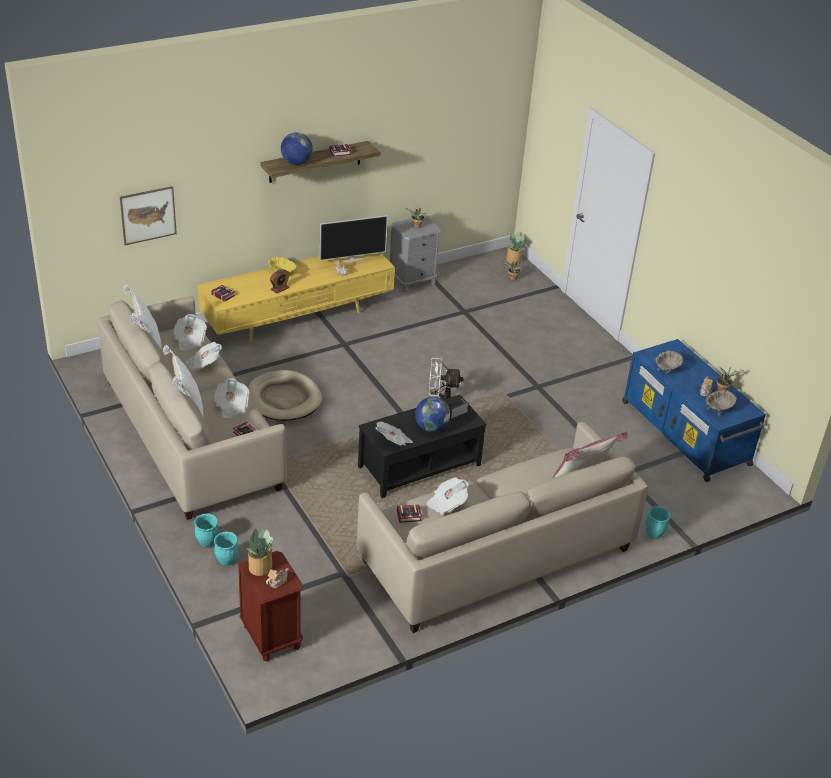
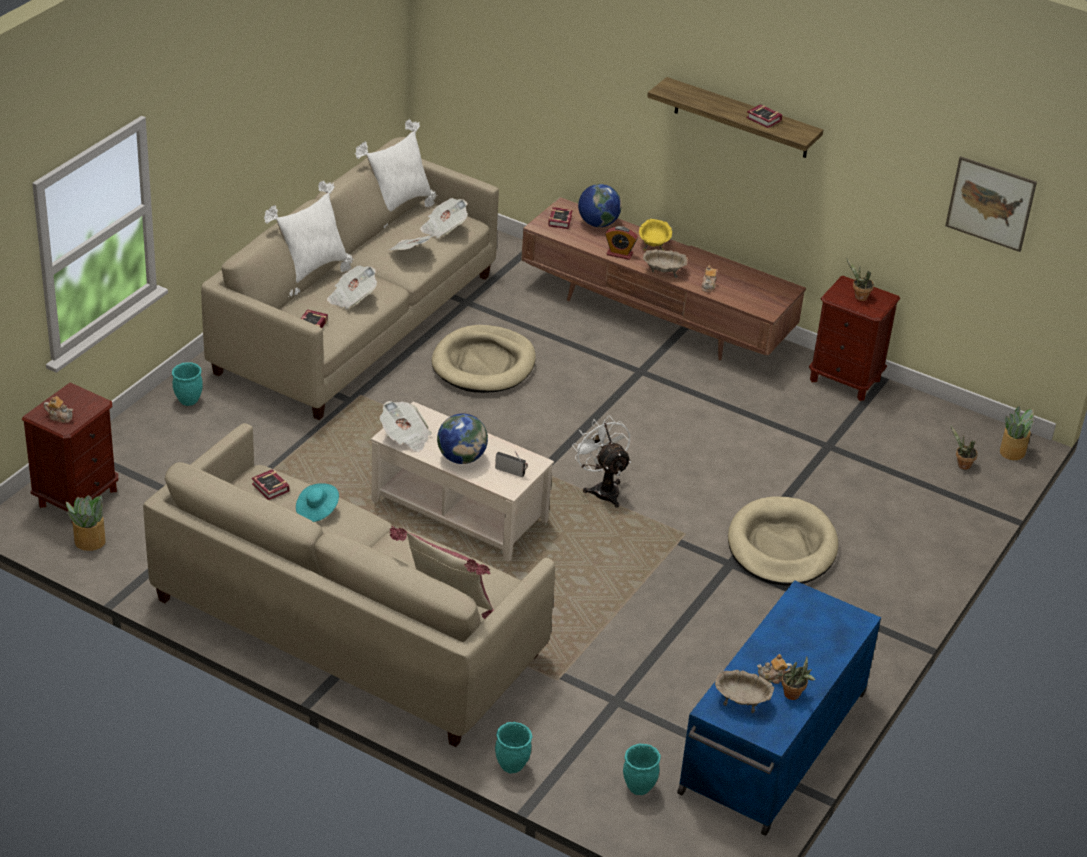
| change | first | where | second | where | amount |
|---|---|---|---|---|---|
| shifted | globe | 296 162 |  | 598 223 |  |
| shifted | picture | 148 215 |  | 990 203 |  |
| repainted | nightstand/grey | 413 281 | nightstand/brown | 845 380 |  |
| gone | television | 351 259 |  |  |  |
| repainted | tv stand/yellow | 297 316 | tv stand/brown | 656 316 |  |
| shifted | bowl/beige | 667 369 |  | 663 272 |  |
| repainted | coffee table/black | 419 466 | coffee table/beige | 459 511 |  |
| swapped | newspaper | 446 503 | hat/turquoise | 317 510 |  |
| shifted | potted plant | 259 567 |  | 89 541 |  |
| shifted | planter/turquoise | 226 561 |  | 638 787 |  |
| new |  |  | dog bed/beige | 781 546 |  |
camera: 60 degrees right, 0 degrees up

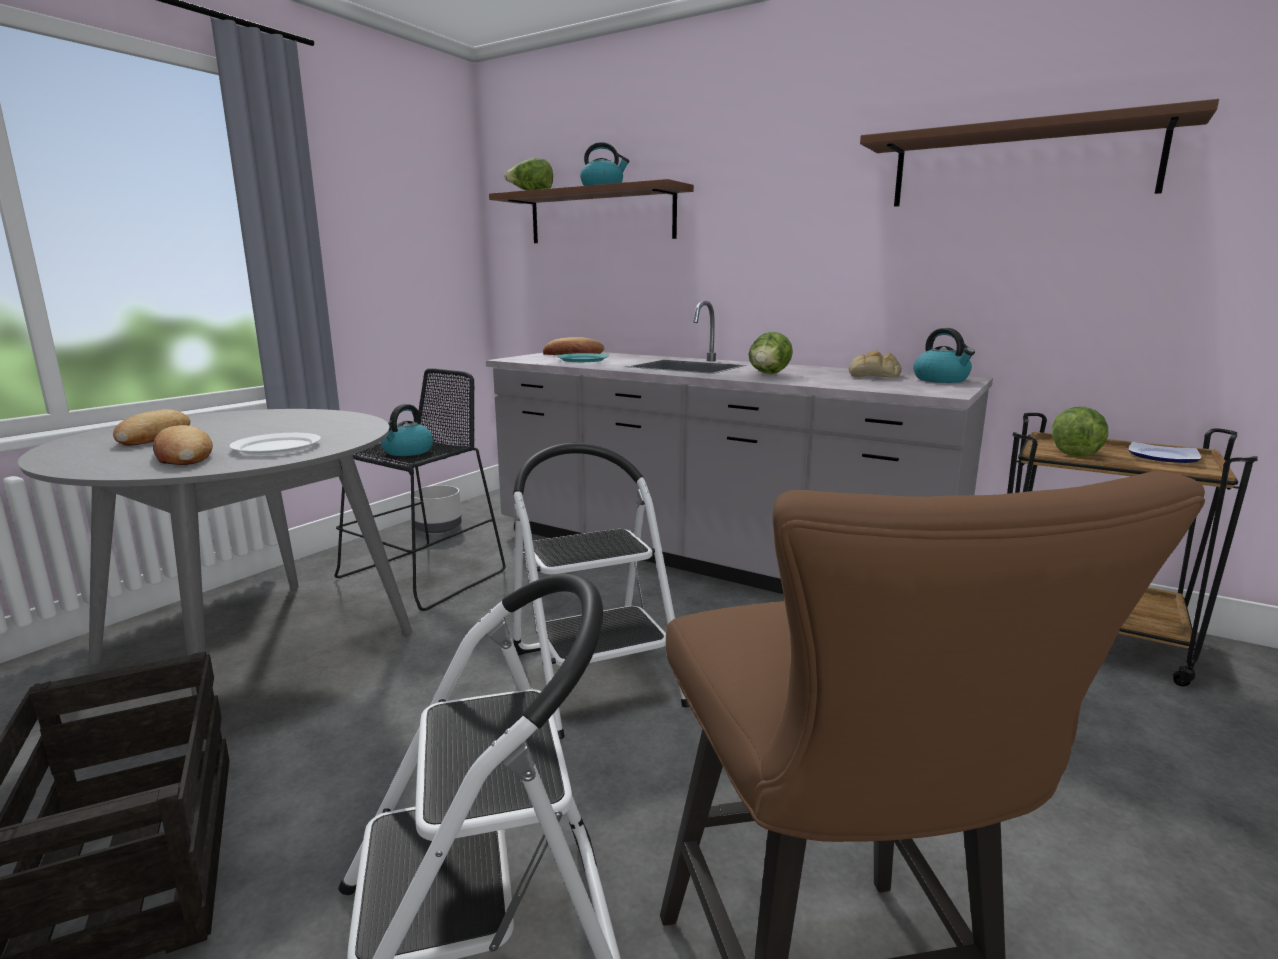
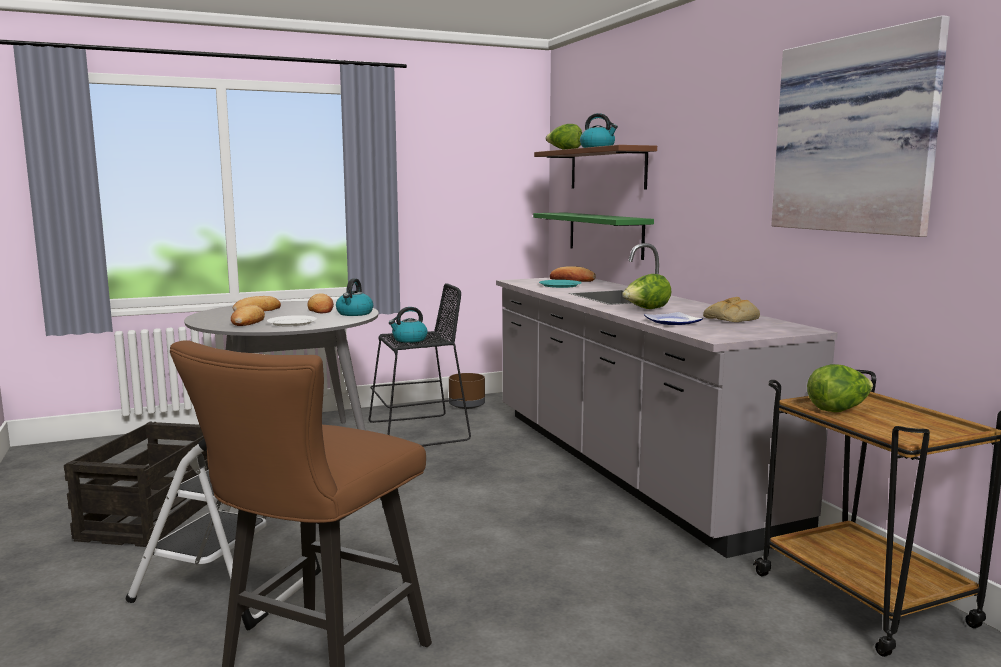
| change | first | where | second | where | amount |
|---|---|---|---|---|---|
| swapped | shelf/brown | 1021 166 | picture | 857 135 |  |
| shifted | kettle | 941 380 |  | 354 313 |  |
| shifted | plate | 1161 457 |  | 671 322 |  |
| gone | step ladder | 595 675 |  |  |  |
| repainted | planter/grey | 437 528 | planter/brown | 466 405 |  |
| new |  |  | shelf/green | 605 234 |  |
| new |  |  | bread | 321 309 |  |
camera: 35 degrees right, 5 degrees down

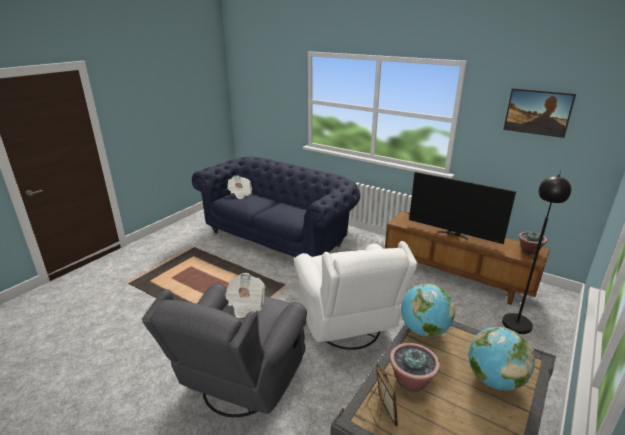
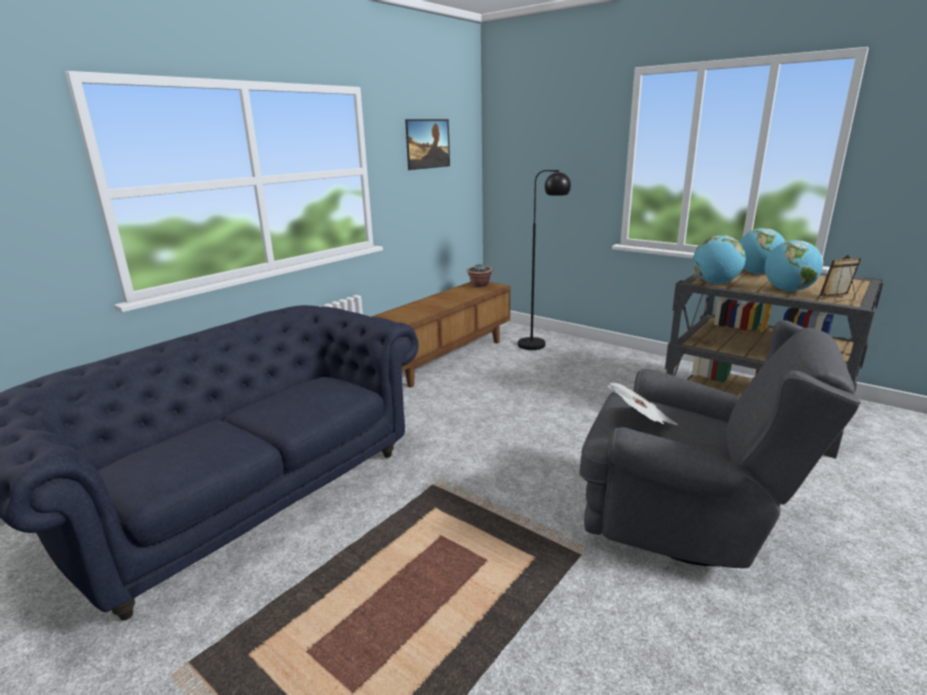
| change | first | where | second | where | amount |
|---|---|---|---|---|---|
| gone | television | 453 234 |  |  |  |
| gone | newspaper | 240 193 |  |  |  |
| gone | armchair/white | 348 326 |  |  |  |
| swapped | potted plant | 411 381 | globe | 788 290 |  |
camera: 85 degrees left, 5 degrees down

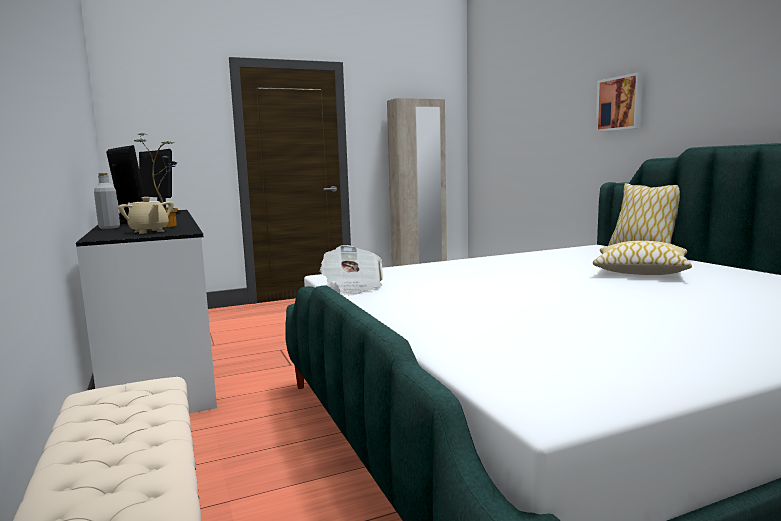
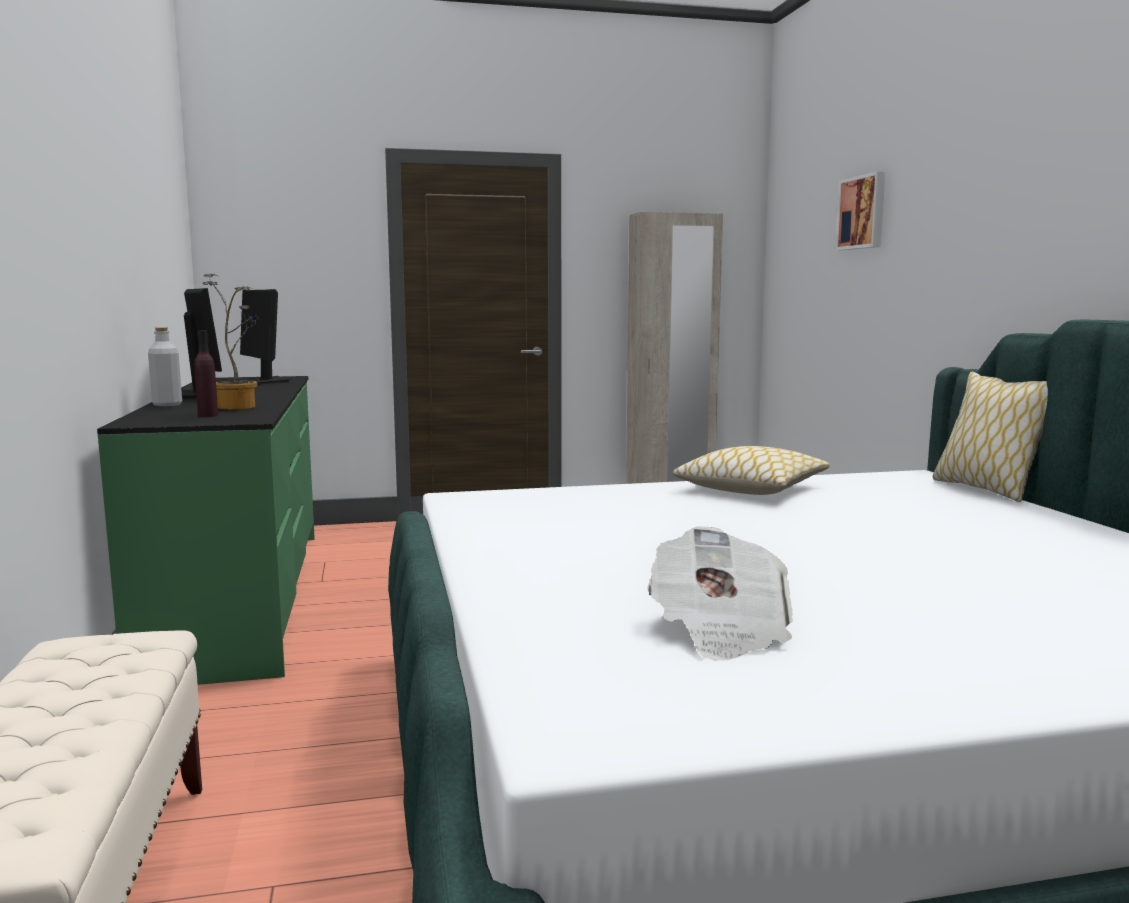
| change | first | where | second | where | amount |
|---|---|---|---|---|---|
| shifted | picture | 620 103 |  | 863 212 |  |
| swapped | teapot/beige | 149 231 | bottle/purple | 208 416 |  |
| repainted | dresser/white | 162 359 | dresser/green | 242 596 |  |
| shifted | pillow | 640 271 |  | 750 488 |  |
| shifted | newspaper | 353 287 |  | 719 630 |  |
camera: 10 degrees right, 0 degrees up

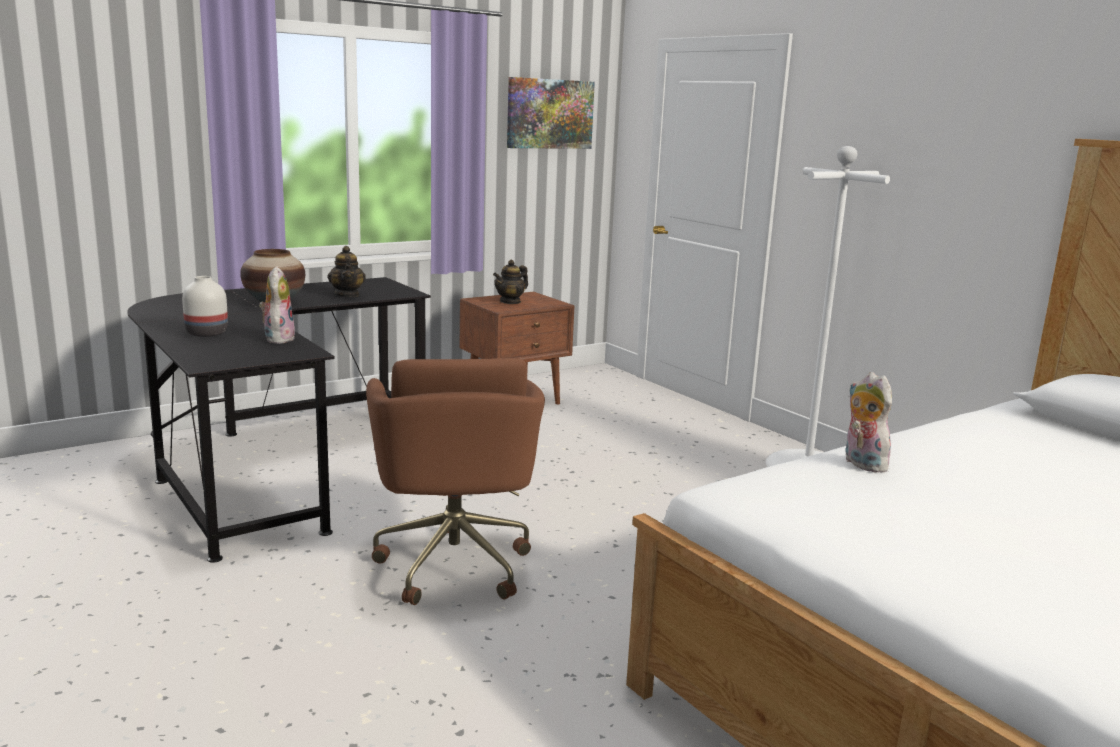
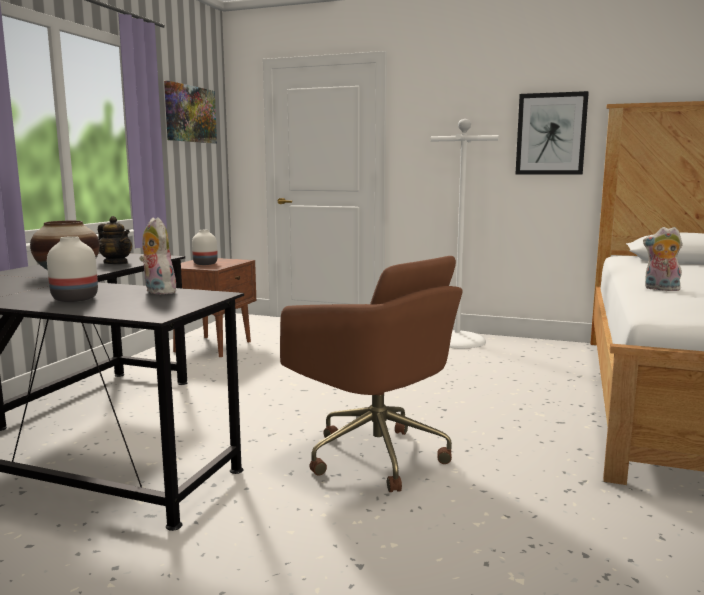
| change | first | where | second | where | amount |
|---|---|---|---|---|---|
| swapped | teapot | 510 302 | vase/white | 206 263 |  |
| new |  |  | picture | 551 134 |  |
camera: 35 degrees left, 5 degrees down

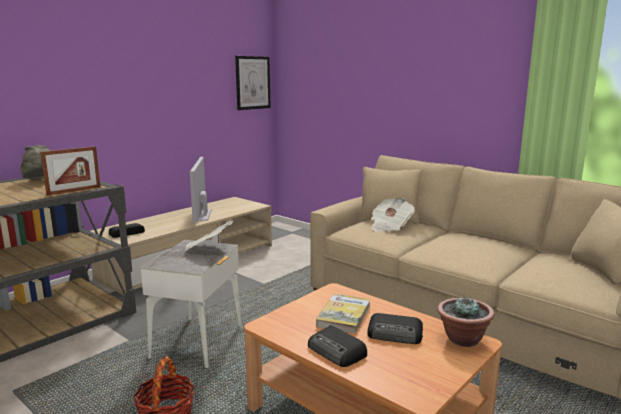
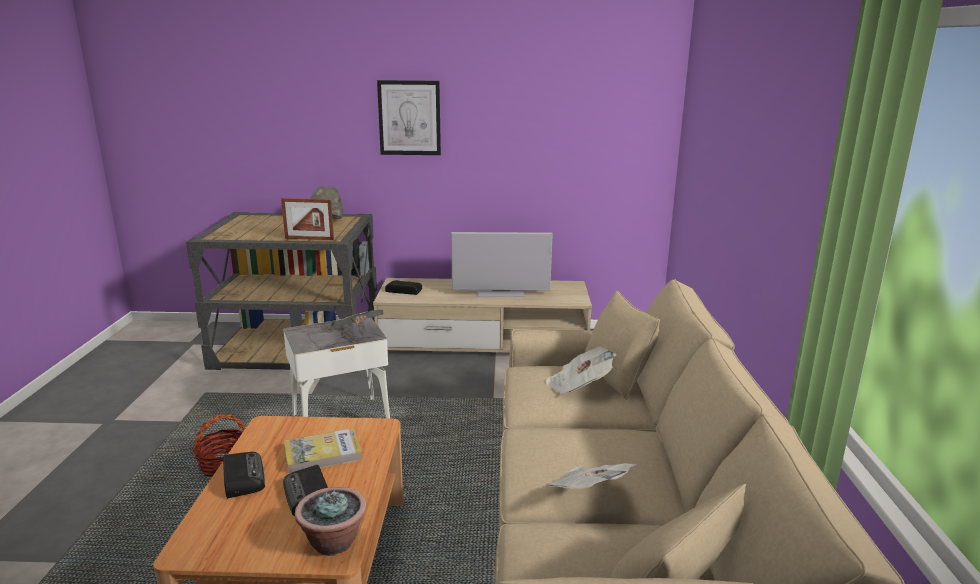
| change | first | where | second | where | amount |
|---|---|---|---|---|---|
| shifted | picture | 252 83 |  | 409 118 |  |
| rotated | television | 202 215 |  | 501 293 | 135 degrees counterclockwise |
| rotated | radio | 337 351 |  | 243 477 | 150 degrees clockwise |
| new |  |  | newspaper | 588 494 |  |
camera: 50 degrees right, 5 degrees up

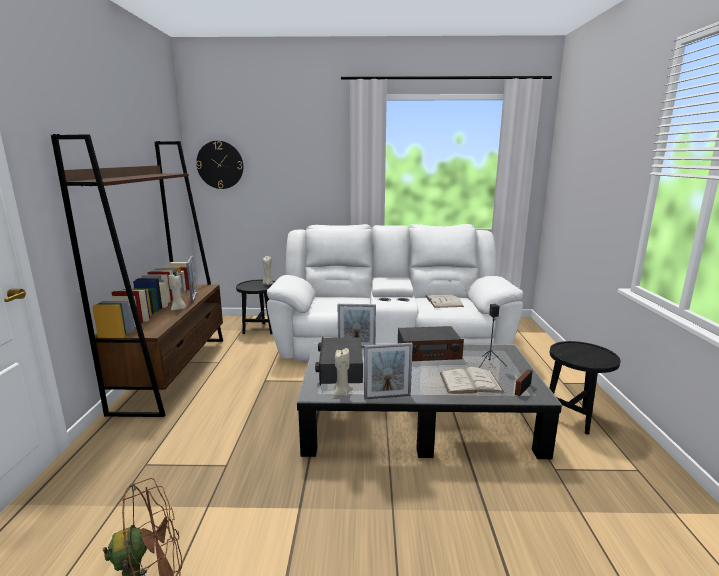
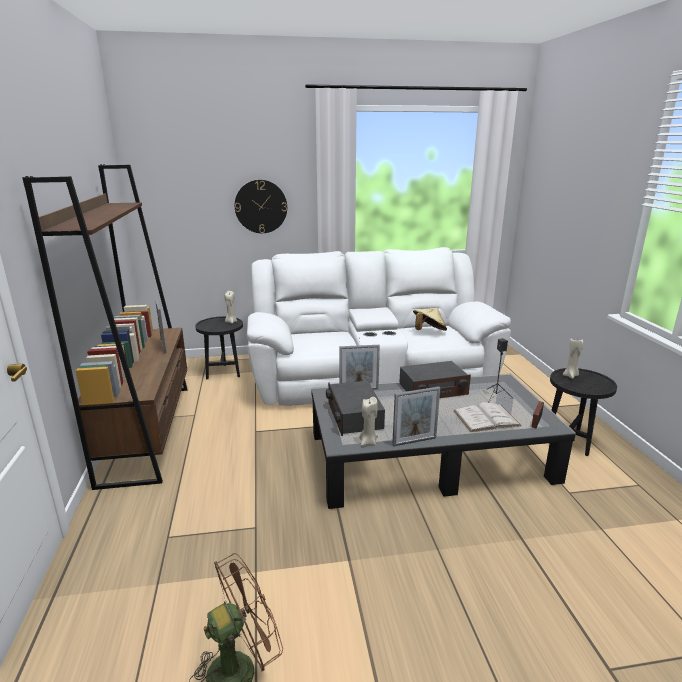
| change | first | where | second | where | amount |
|---|---|---|---|---|---|
| shifted | wall clock | 220 165 |  | 261 206 |  |
| shifted | candle/beige | 178 309 |  | 570 376 |  |
| swapped | book/white | 443 301 | hat/beige | 428 331 |  |
camera: 10 degrees left, 5 degrees up

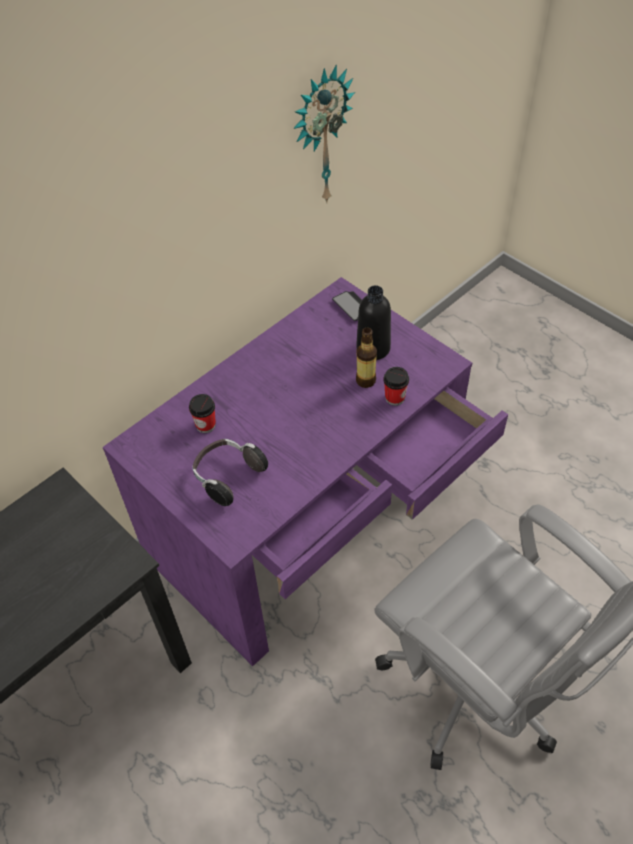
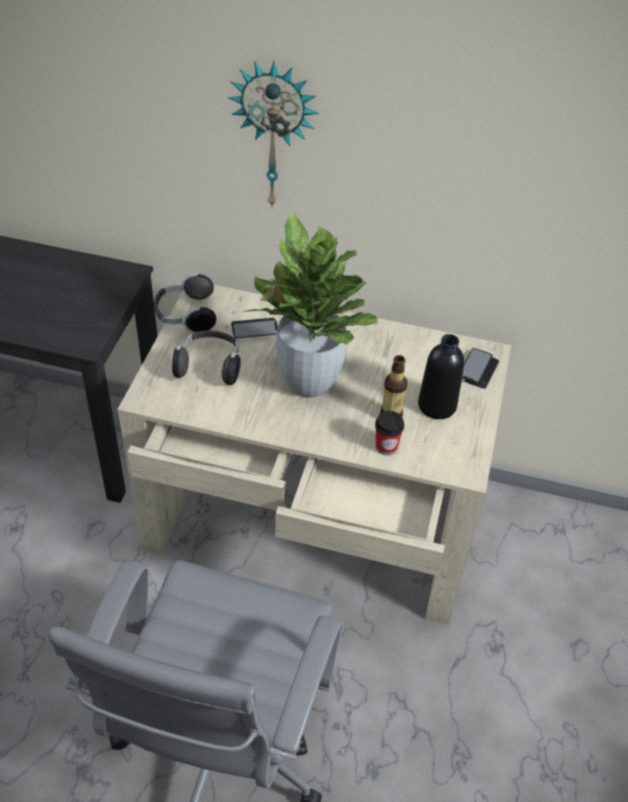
| change | first | where | second | where | amount |
|---|---|---|---|---|---|
| shifted | wall clock | 320 138 |  | 274 135 |  |
| repainted | desk/purple | 316 527 | desk/beige | 311 530 |  |
| swapped | cup | 206 425 | phone | 254 329 |  |
| new |  |  | potted plant | 308 382 |  |
| new |  |  | headphones | 185 316 |  |
camera: 55 degrees right, 5 degrees down

